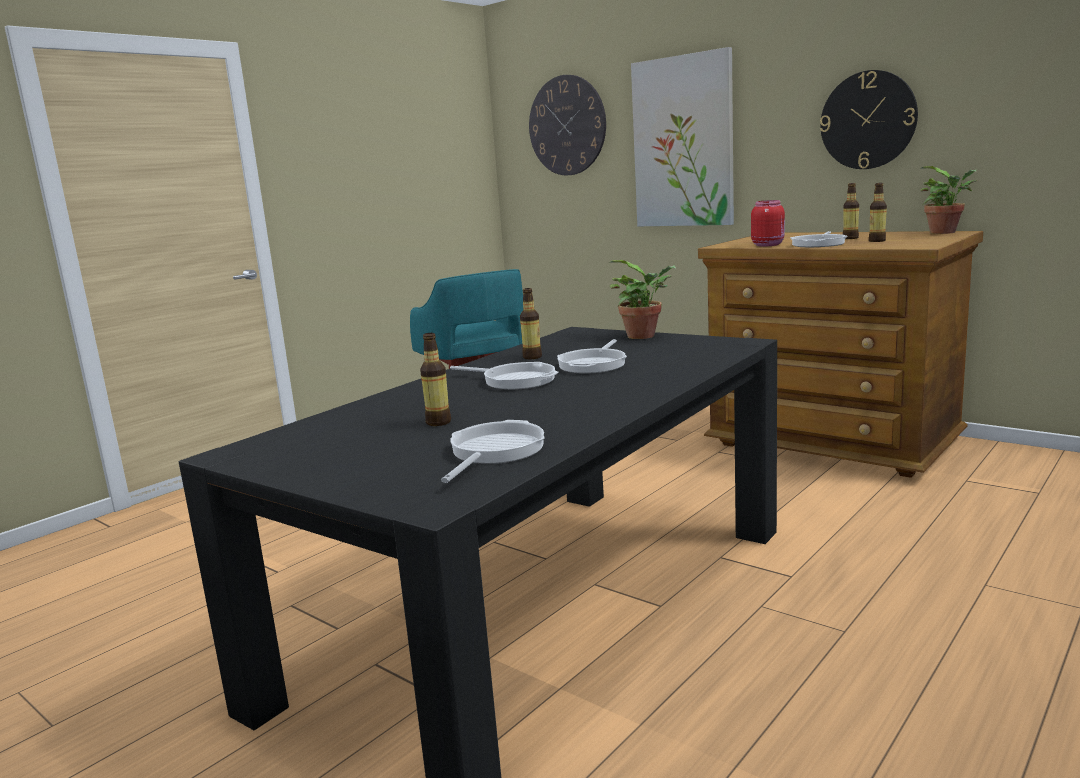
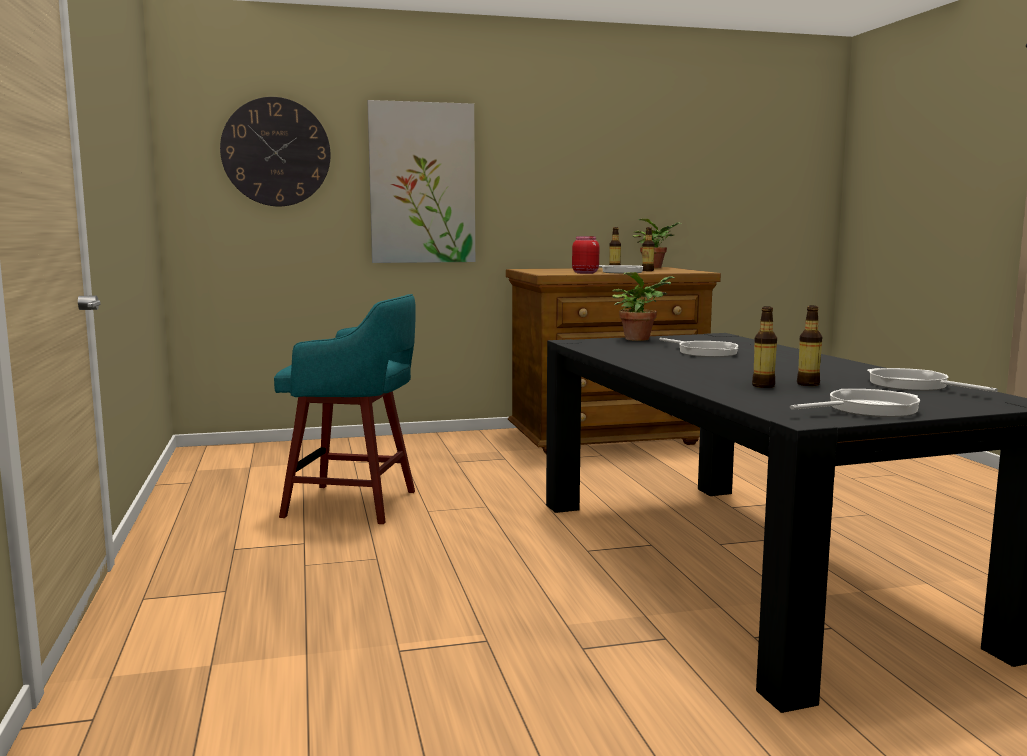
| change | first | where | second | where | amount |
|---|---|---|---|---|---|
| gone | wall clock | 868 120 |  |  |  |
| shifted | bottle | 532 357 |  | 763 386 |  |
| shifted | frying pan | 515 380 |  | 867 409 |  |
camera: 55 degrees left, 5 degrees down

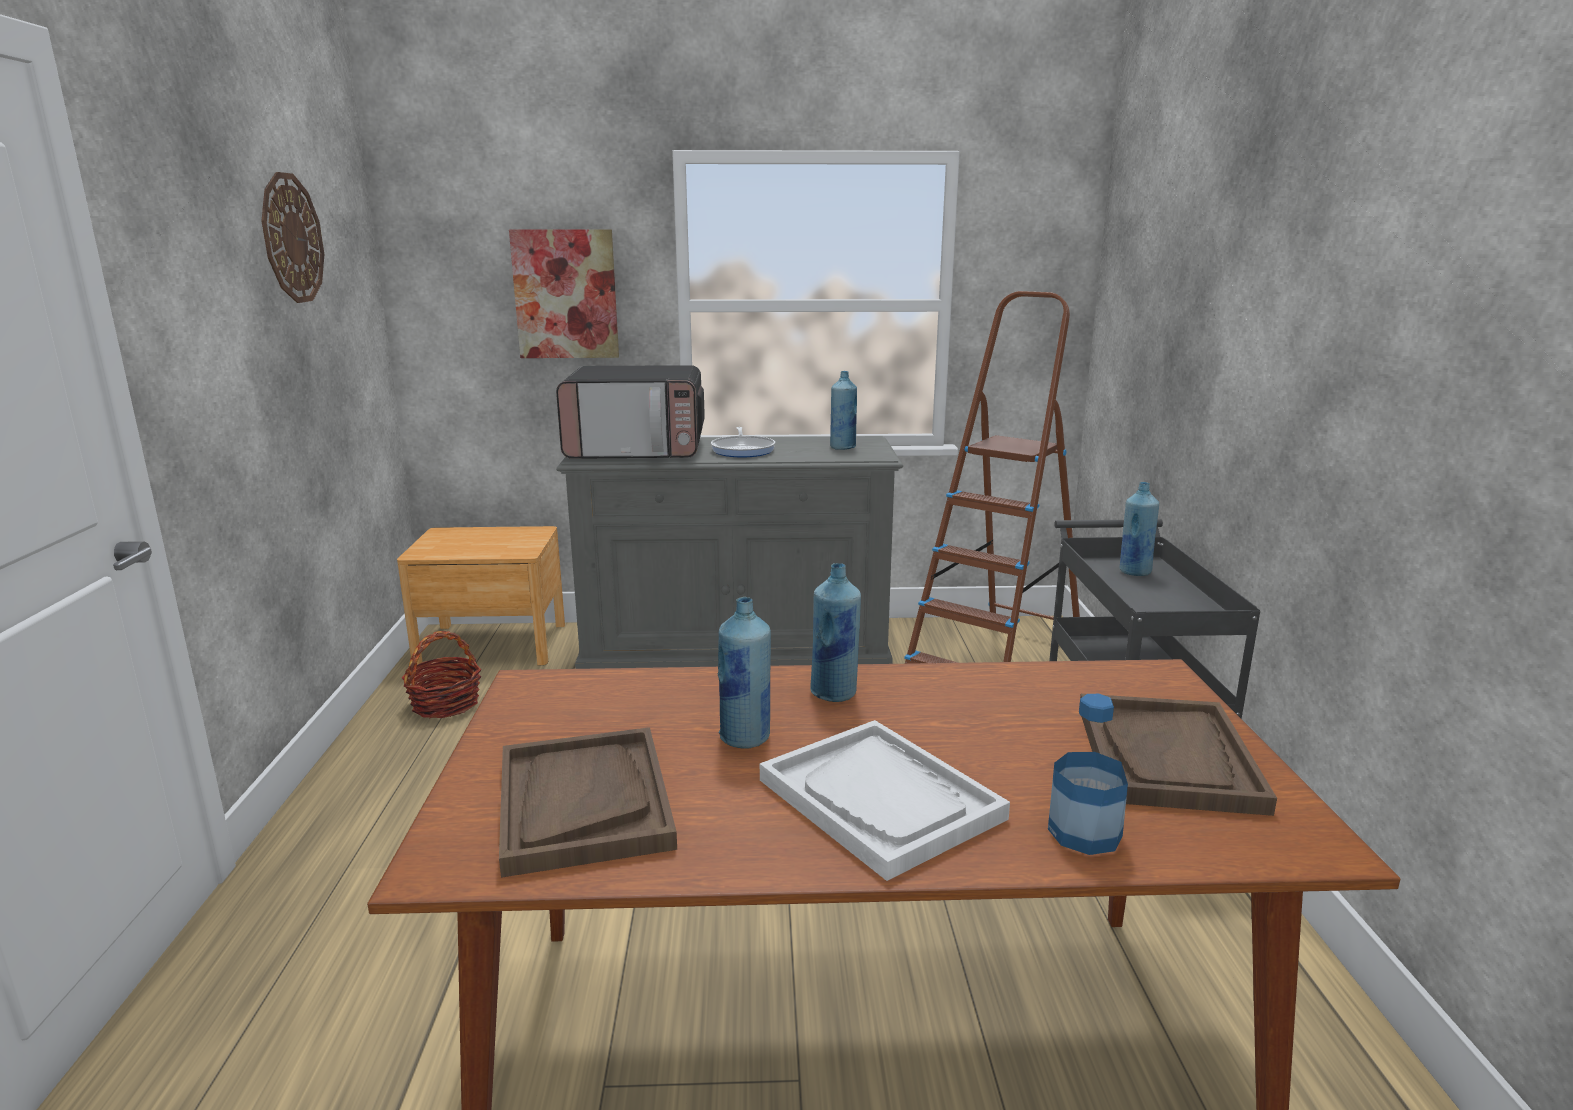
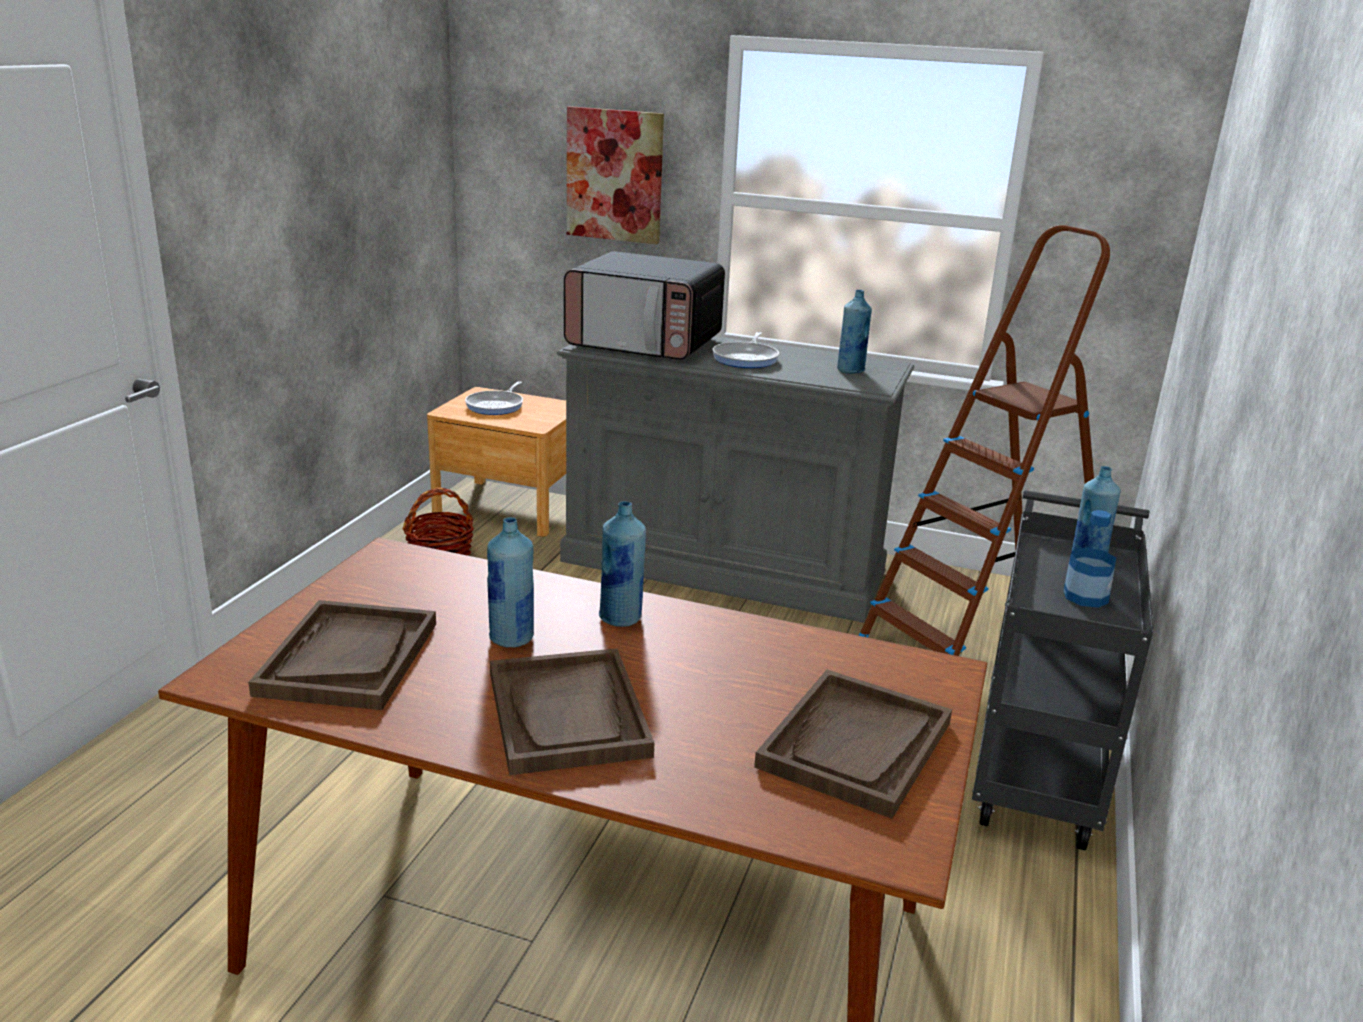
| change | first | where | second | where | amount |
|---|---|---|---|---|---|
| gone | wall clock | 292 238 |  |  |  |
| shifted | bottle | 1084 832 |  | 1085 596 |  |
| repainted | tray/white | 880 799 | tray/brown | 568 714 |  |
| new |  |  | frying pan | 496 405 |  |
camera: 20 degrees right, 5 degrees up

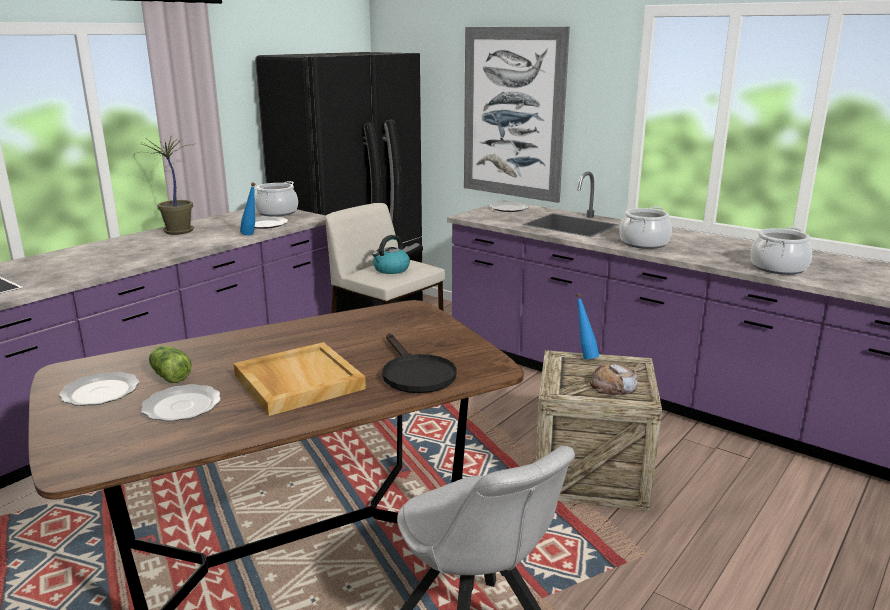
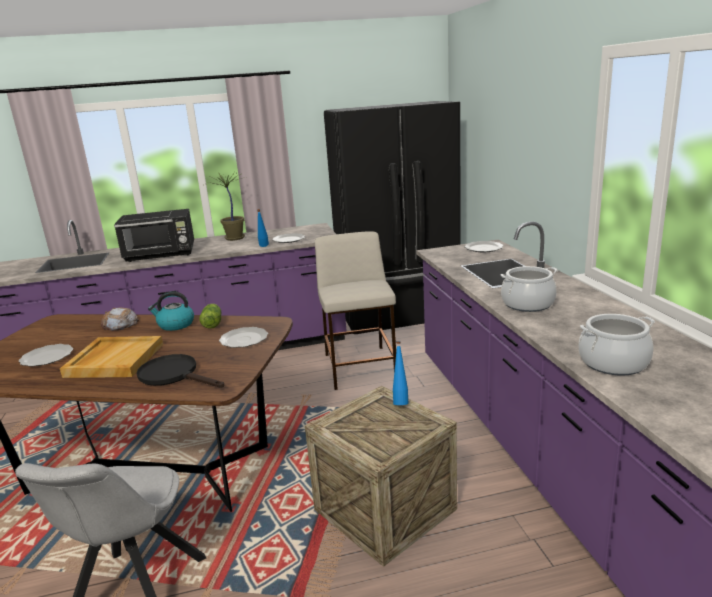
| change | first | where | second | where | amount |
|---|---|---|---|---|---|
| gone | picture | 513 114 |  |  |  |
| gone | cooking pot | 277 212 |  |  |  |
| shifted | kettle | 391 269 |  | 175 325 |  |
| rotated | frying pan/black | 414 374 |  | 174 375 | 105 degrees clockwise |
| shifted | lettuce | 169 375 |  | 213 323 |  |
| shifted | bread | 613 386 |  | 120 324 |  |
| shifted | plate | 99 392 |  | 243 339 |  |
| new |  |  | microwave/black | 161 255 |  |
camera: 40 degrees right, 0 degrees up

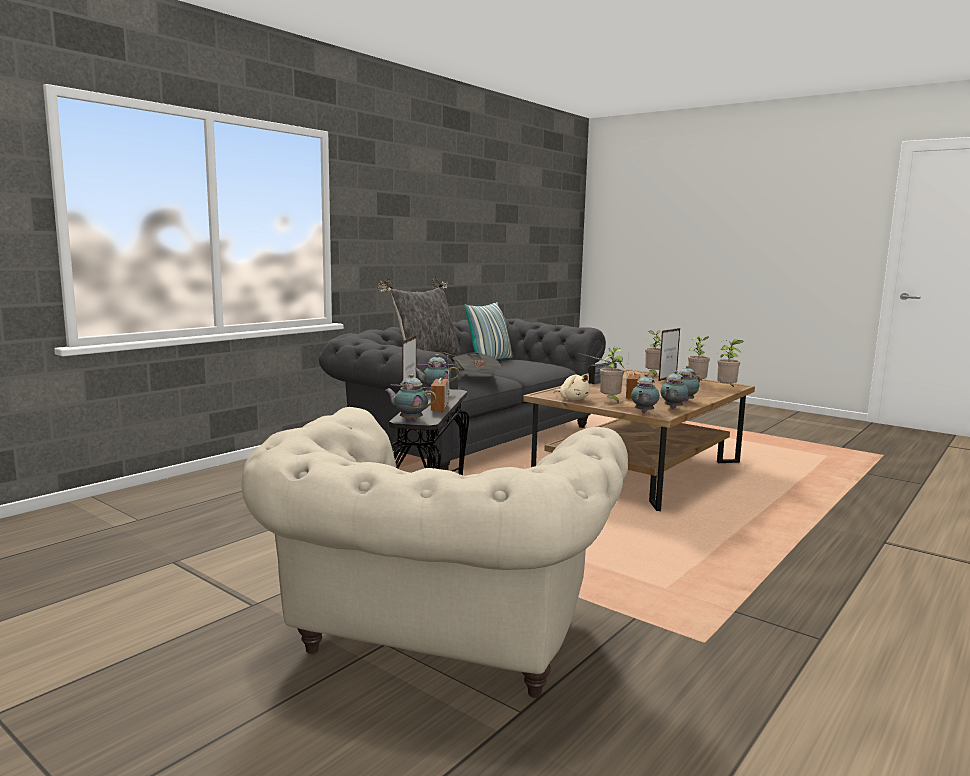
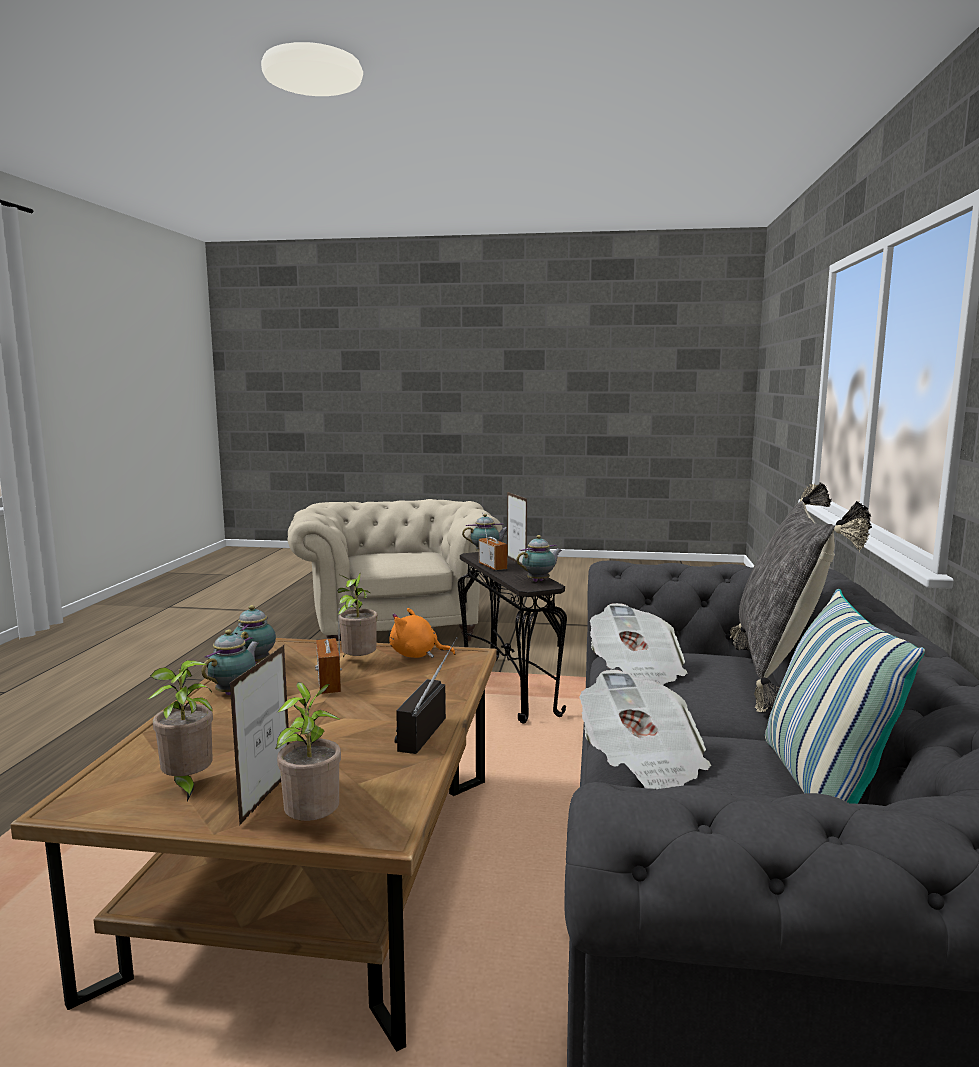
| change | first | where | second | where | amount |
|---|---|---|---|---|---|
| gone | potted plant | 727 389 |  |  |  |
| repainted | plush toy/beige | 573 399 | plush toy/orange | 417 655 |  |
| gone | teapot | 643 412 |  |  |  |
| new |  |  | newspaper | 642 763 |  |
camera: 150 degrees right, 0 degrees up

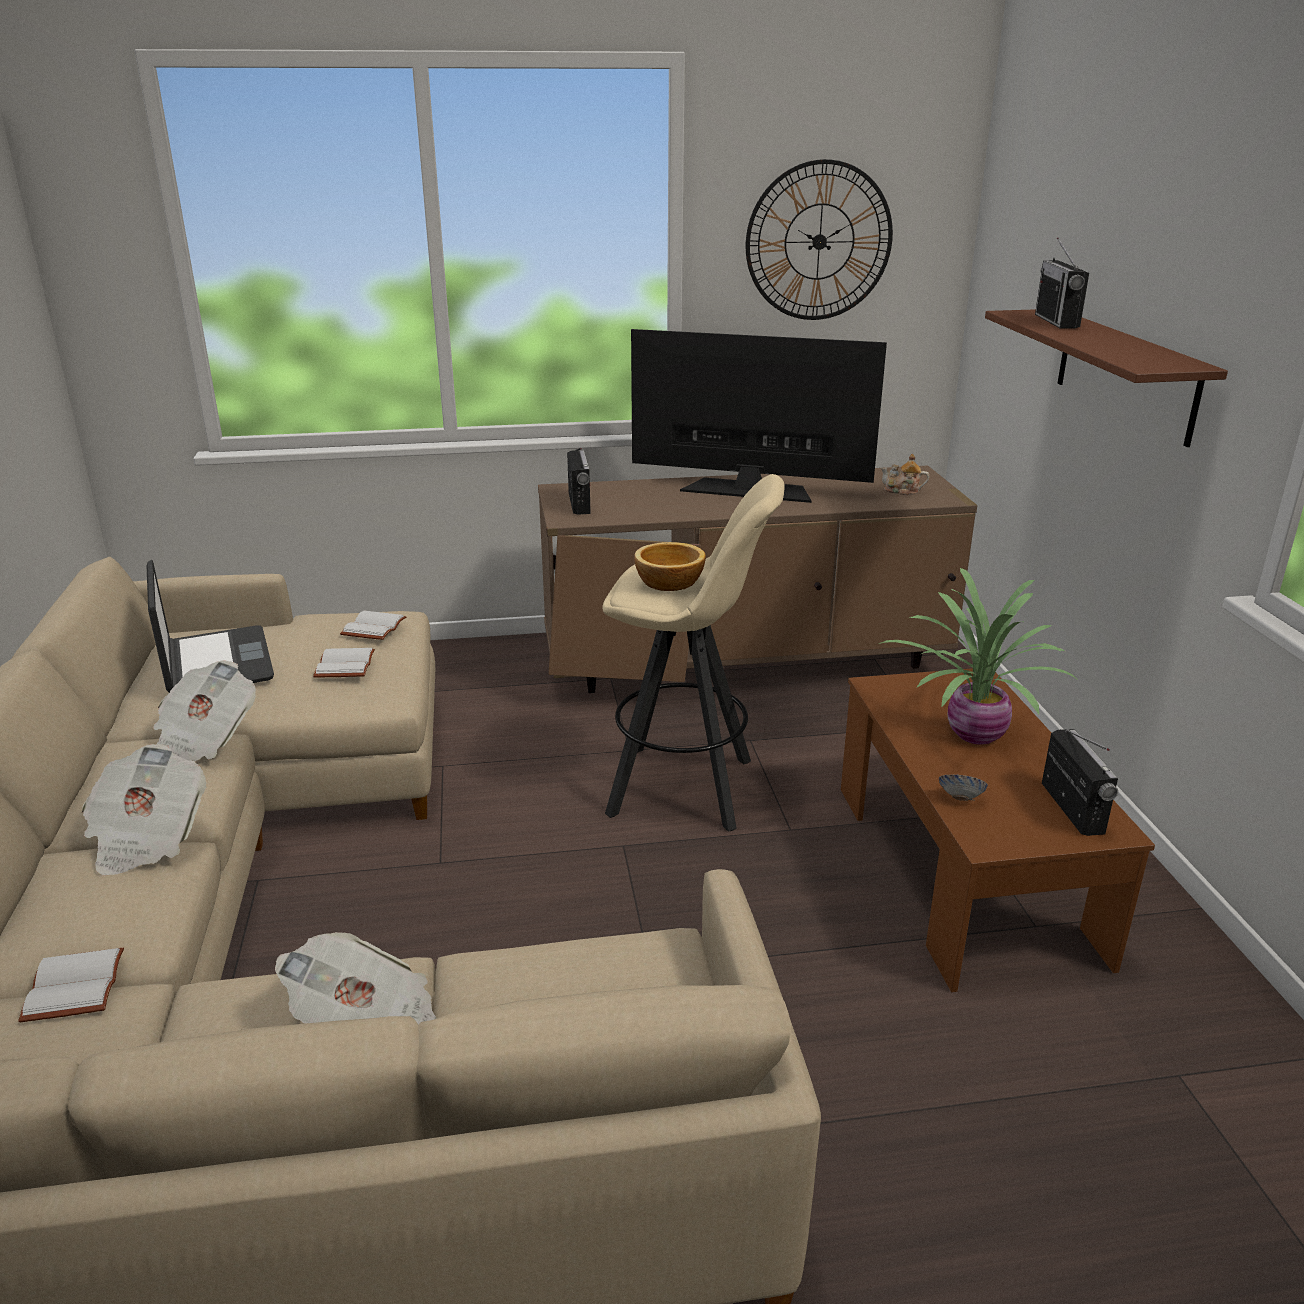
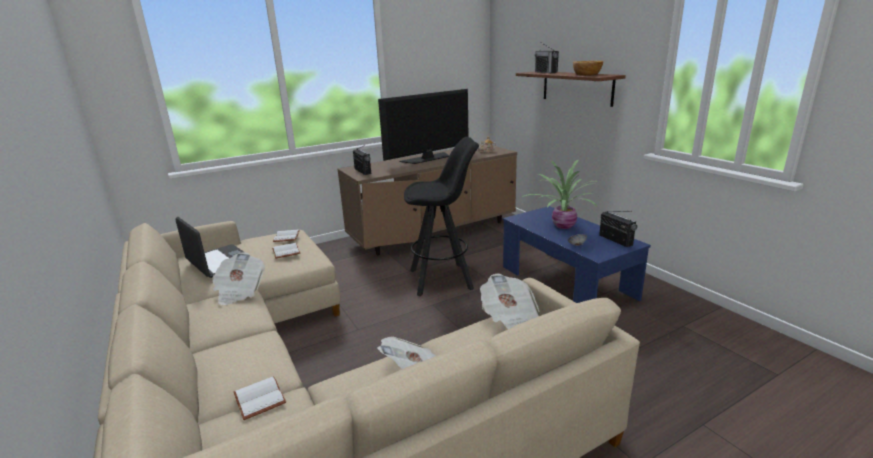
| change | first | where | second | where | amount |
|---|---|---|---|---|---|
| gone | wall clock | 819 241 |  |  |  |
| rotated | television | 748 490 |  | 427 158 | 150 degrees clockwise |
| repainted | stool/beige | 686 788 | stool/black | 443 279 |  |
| shifted | bowl | 669 583 |  | 587 75 |  |
| repainted | coffee table/brown | 963 870 | coffee table/blue | 566 282 |  |
| shifted | newspaper | 147 837 |  | 510 318 |  |
camera: 20 degrees left, 5 degrees down

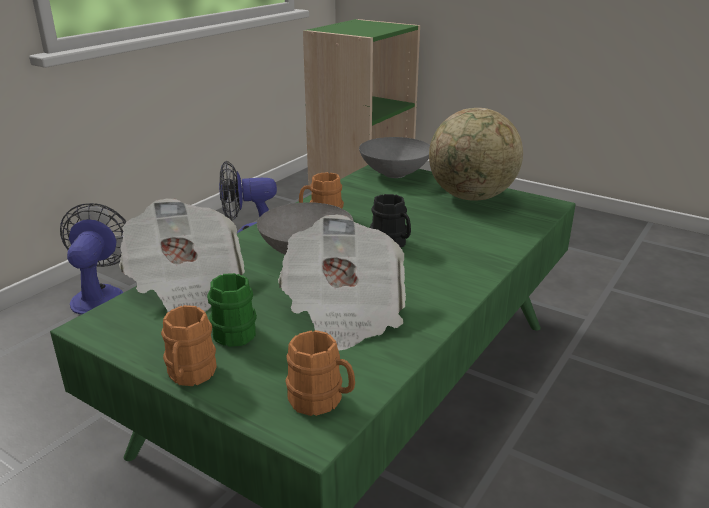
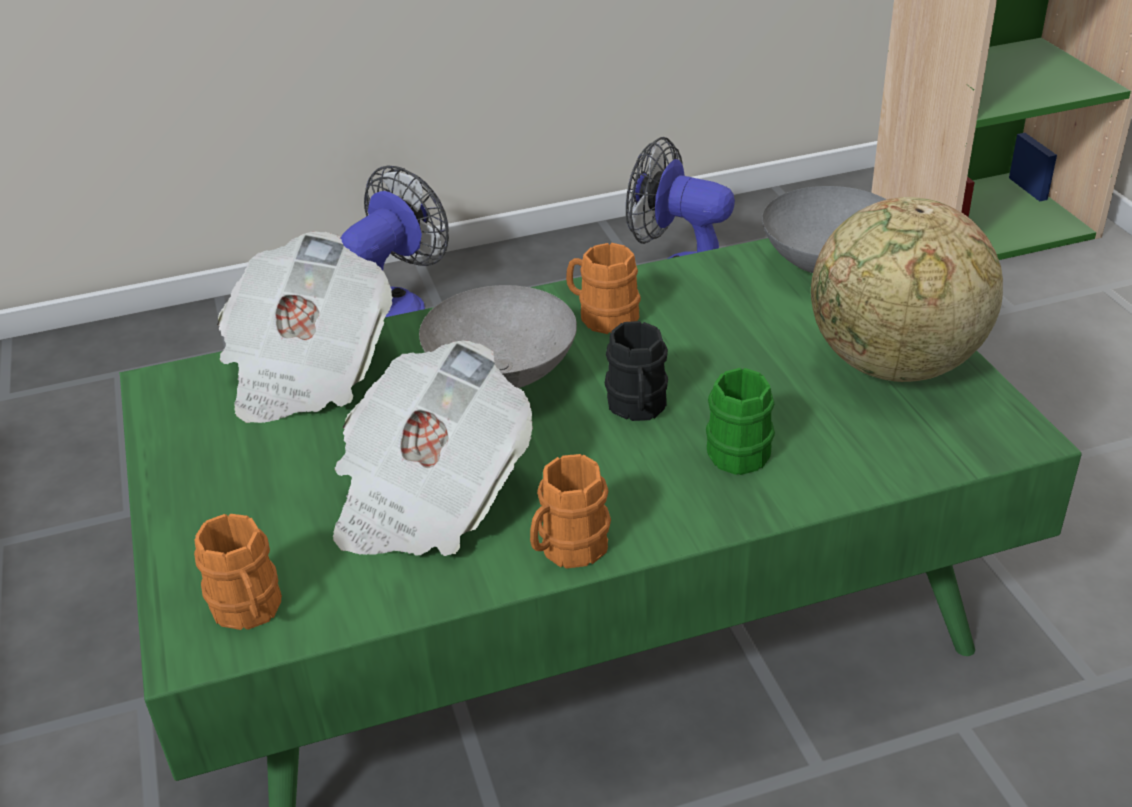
| change | first | where | second | where | amount |
|---|---|---|---|---|---|
| shifted | mug/green | 234 330 |  | 742 447 |  |
| shifted | mug/orange | 190 375 |  | 567 549 |  |
camera: 40 degrees right, 10 degrees up

